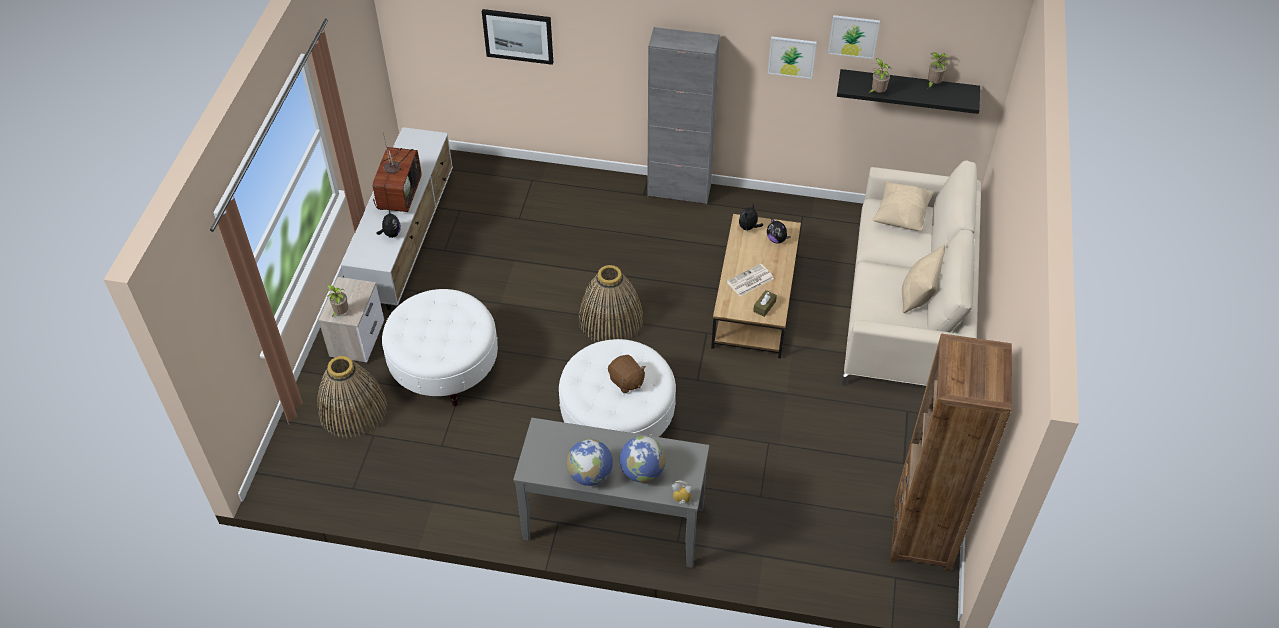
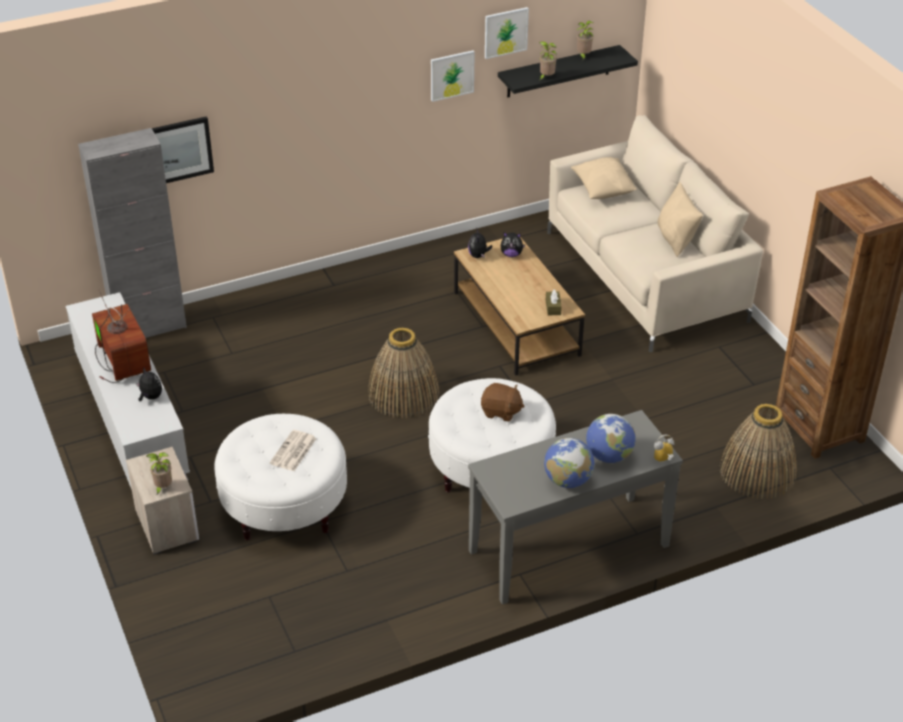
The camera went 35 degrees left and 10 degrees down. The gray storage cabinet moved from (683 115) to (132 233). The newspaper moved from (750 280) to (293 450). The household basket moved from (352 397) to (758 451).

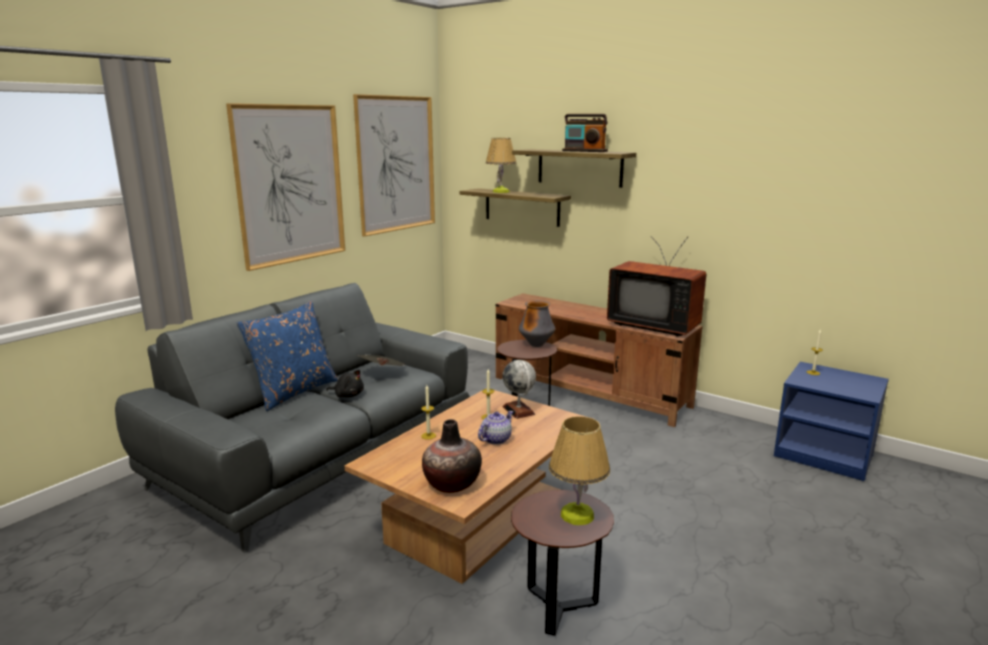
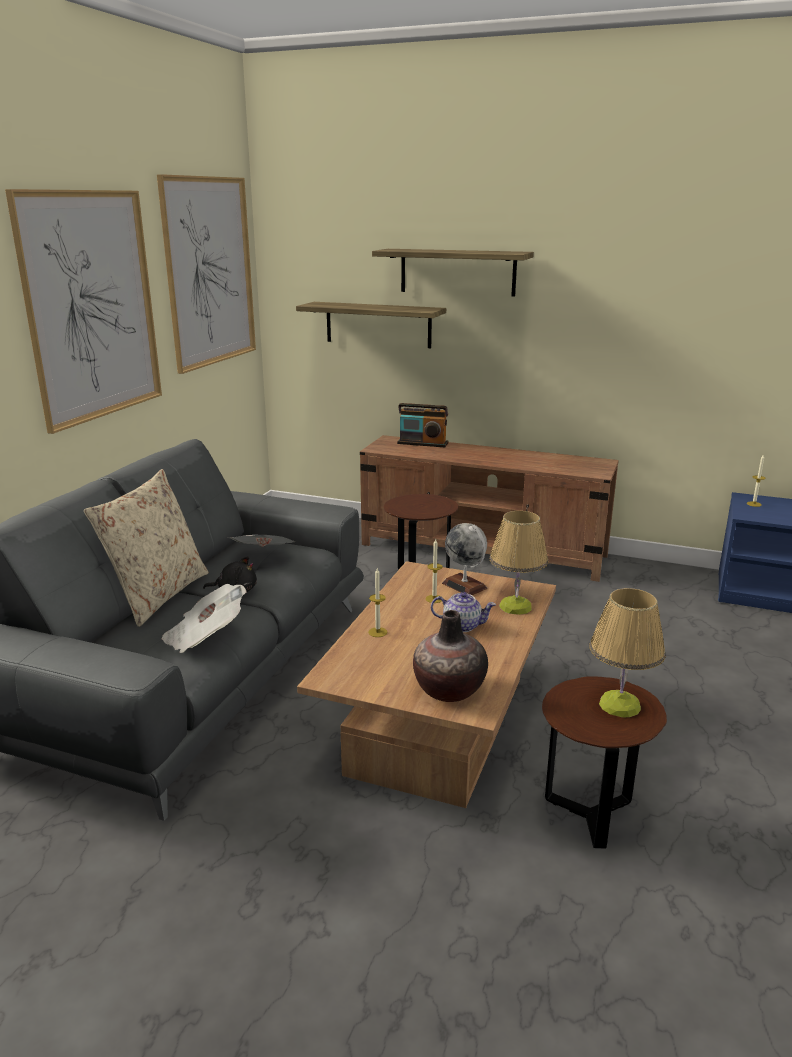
The camera went 15 degrees left and 5 degrees up. The blue throw pillow at (287 356) became the beige-coloured throw pillow at (146 548). The newspaper at (204 618) appeared. The radio receiver moved from (585 133) to (423 425). The tea pot at (495 428) turned 75 degrees clockwise. The lamp for a table moved from (501 165) to (518 562). The vase at (537 323) disappeared. The television at (656 286) disappeared.

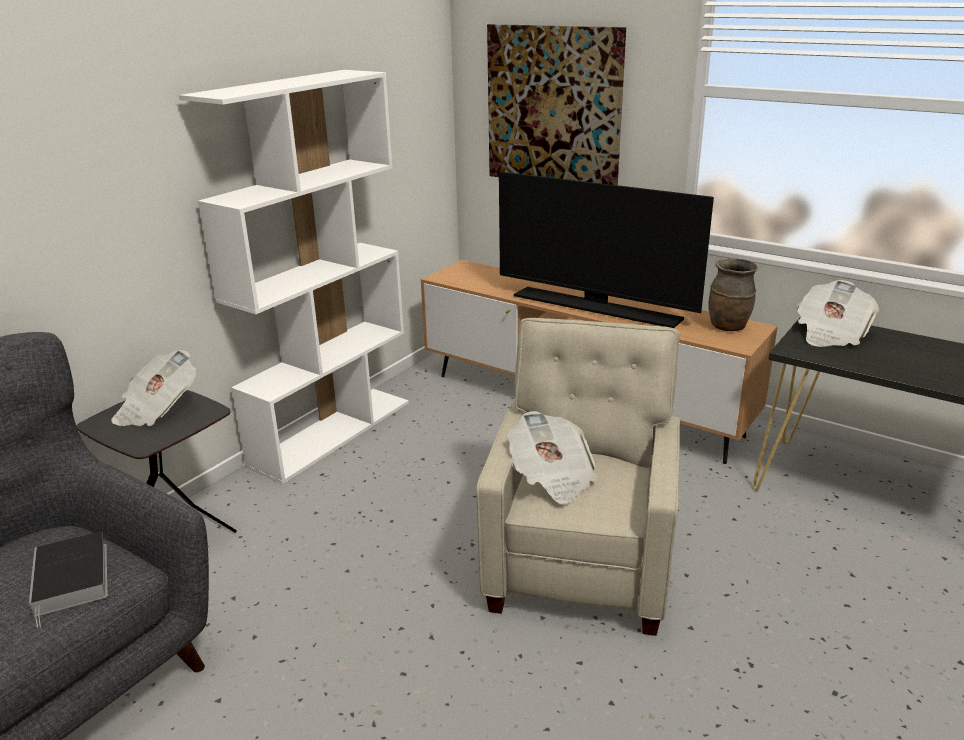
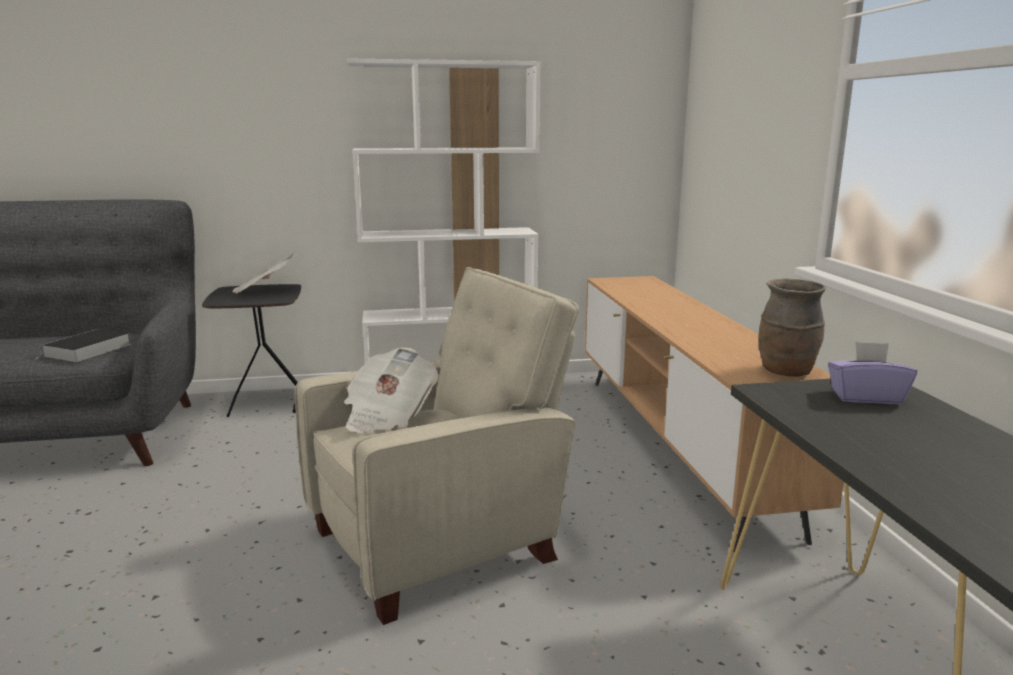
The camera went 45 degrees right and 10 degrees down. The newspaper at (838 313) was replaced by the purple box of tissues at (872 373). The wall art at (556 104) disappeared. The television at (606 250) disappeared.

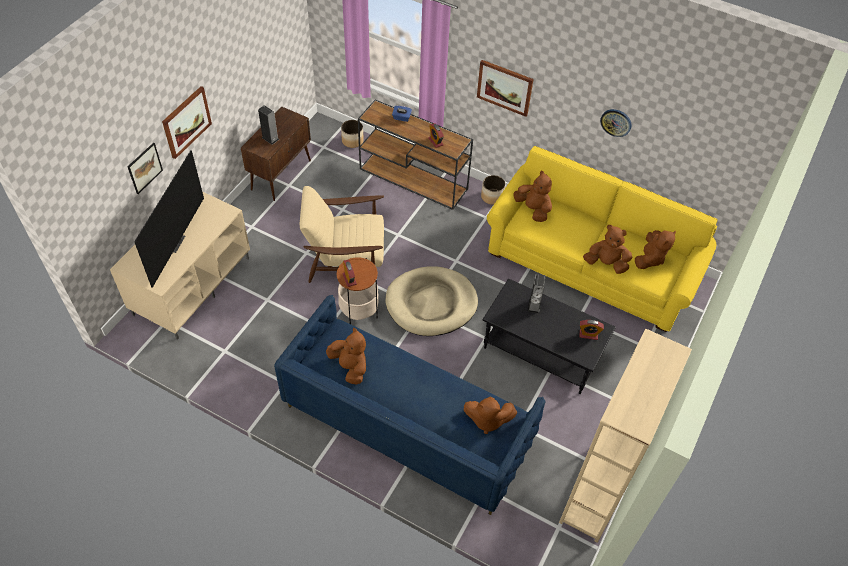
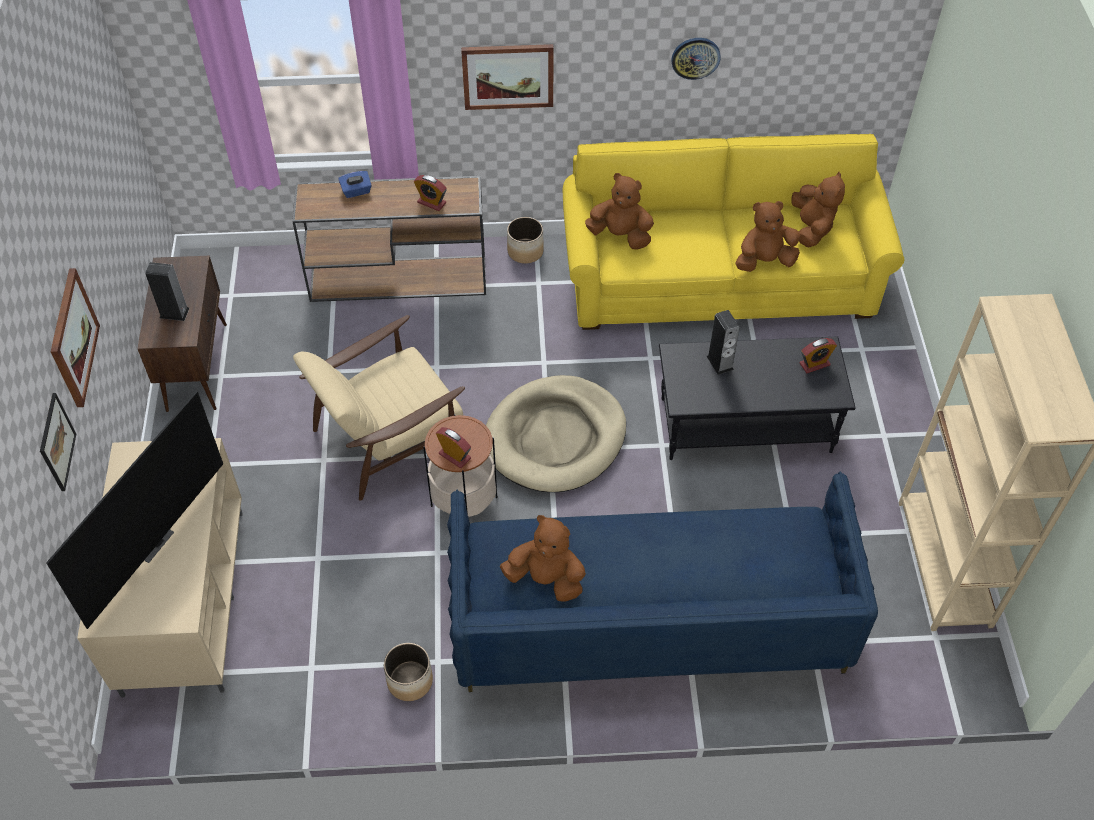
The camera went 30 degrees left and 0 degrees up. The television at (169 219) turned 45 degrees clockwise. The flower pot moved from (352 134) to (408 672). The brown-coloured plush toy at (490 415) disappeared.

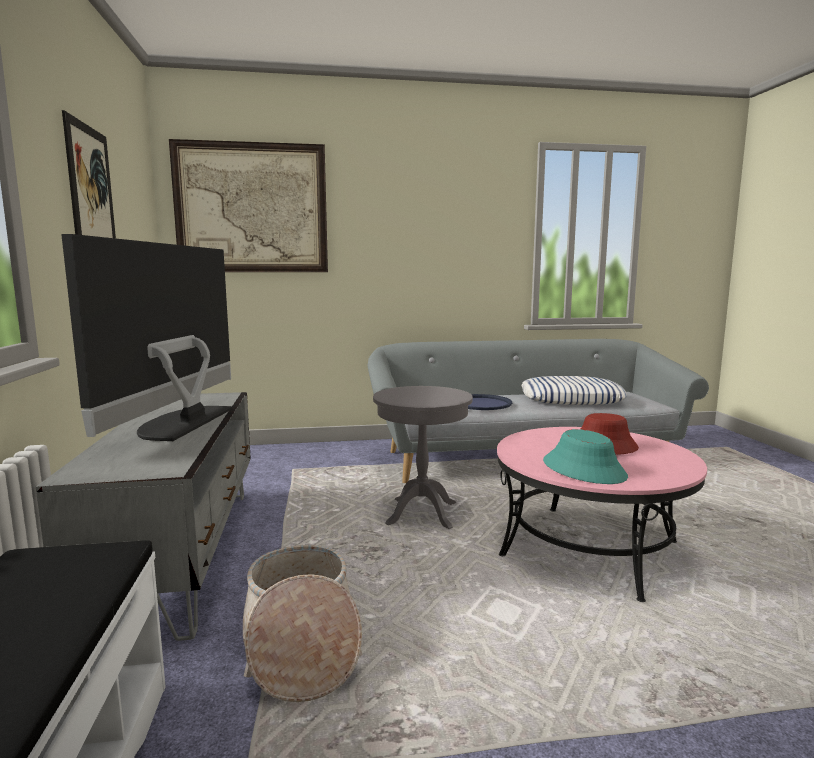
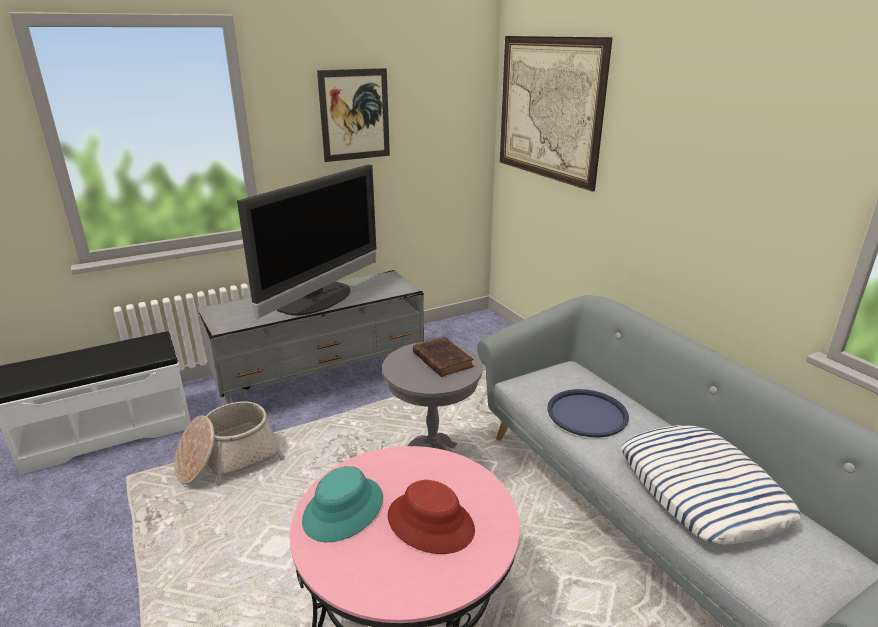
The camera went 70 degrees right and 15 degrees up. The television at (146 337) turned 135 degrees clockwise. The brown-coloured volume at (443 357) appeared.

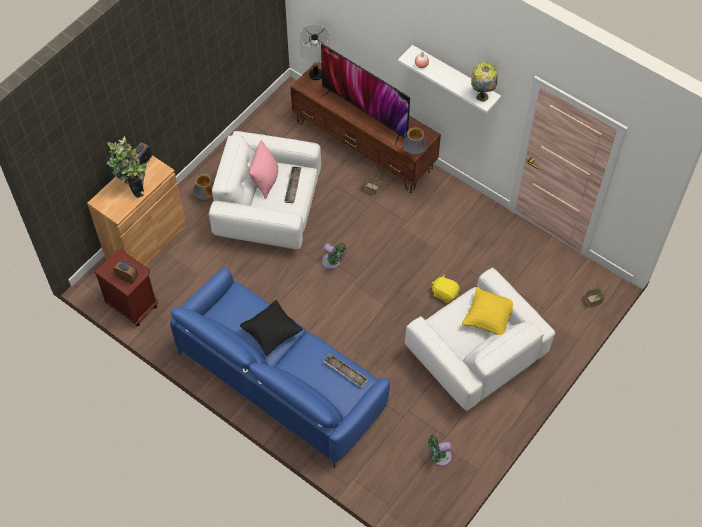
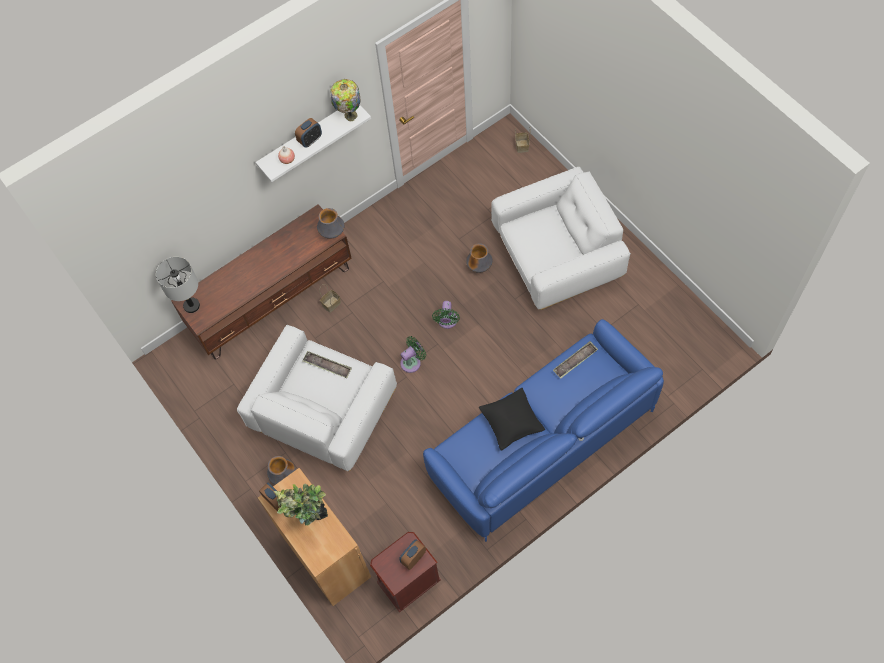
The camera went 70 degrees left and 5 degrees up. The bedside clock at (308 133) appeared. The green electric fan moved from (440 450) to (446 315). The yellowish plush toy at (446 288) was replaced by the vase at (479 258). The pink-coloured throw pillow at (263 169) disappeared. The television at (365 94) disappeared. The yellowish throw pillow at (487 311) disappeared.

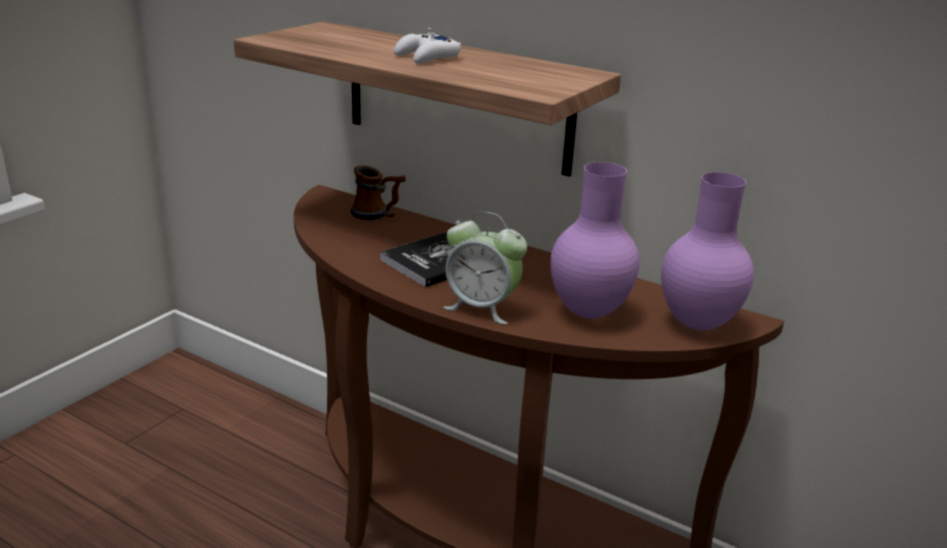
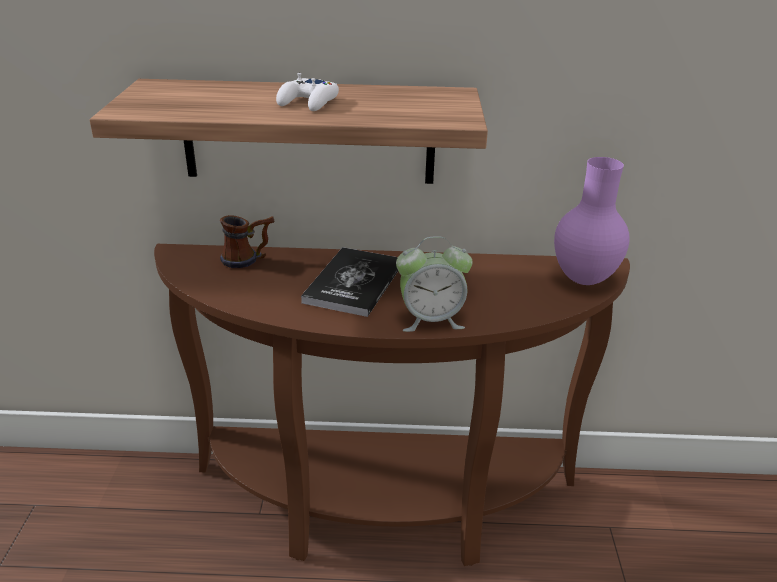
The camera went 30 degrees left and 5 degrees up. The purple vase at (595 240) disappeared.

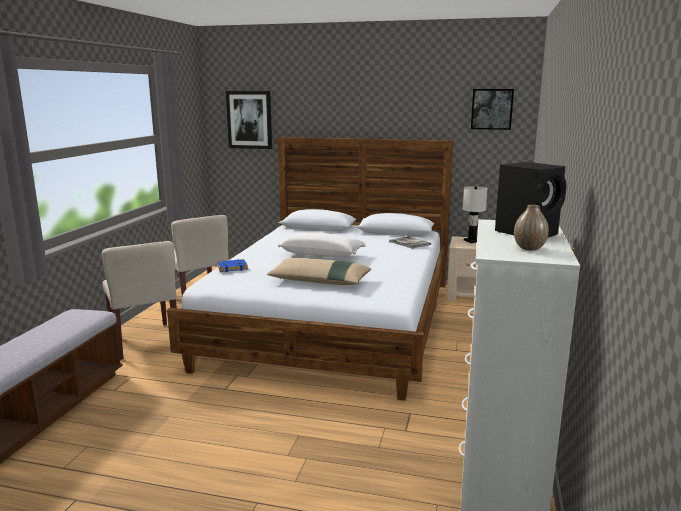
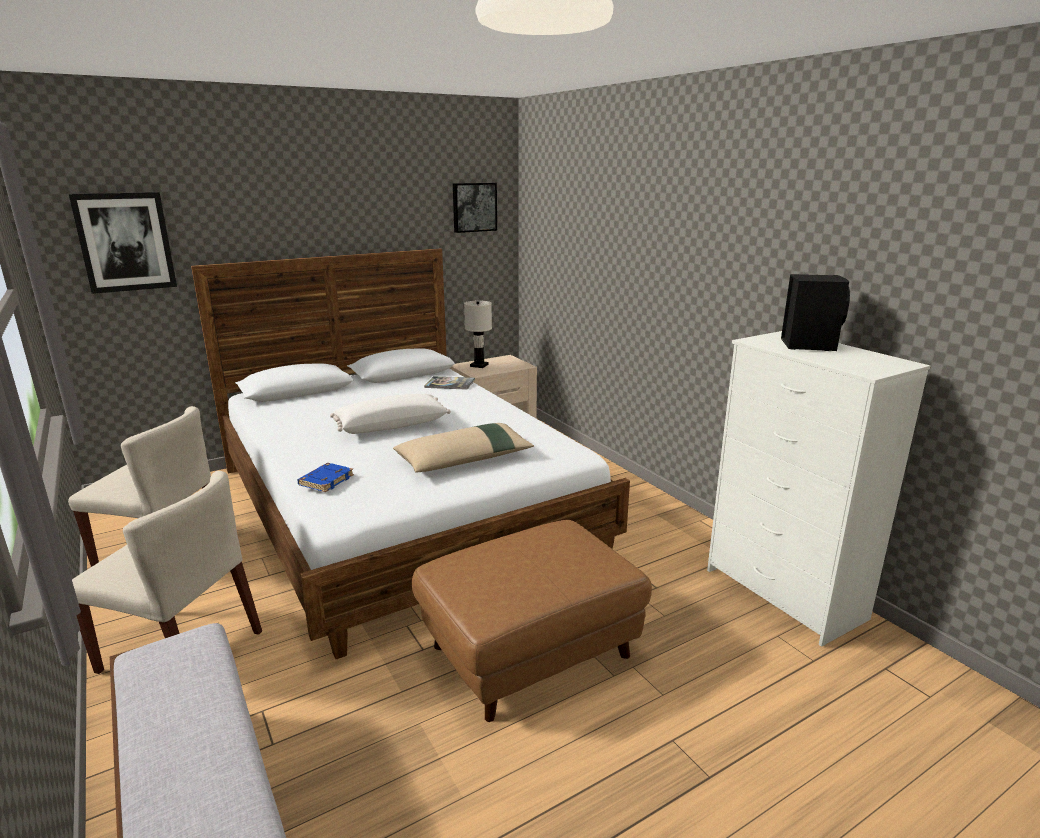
The camera went 45 degrees left and 5 degrees up. The brown-coloured footrest at (532 621) appeared. The vase at (531 228) disappeared.

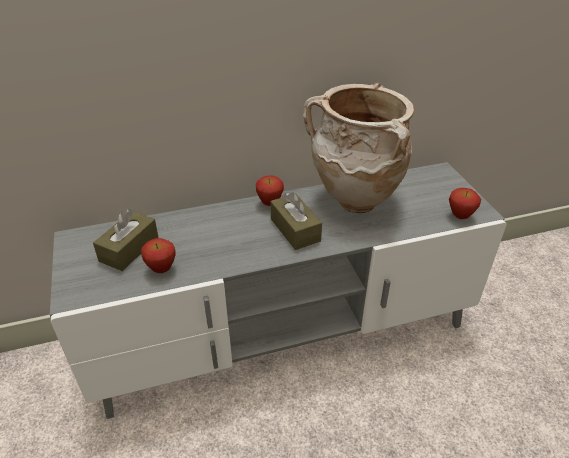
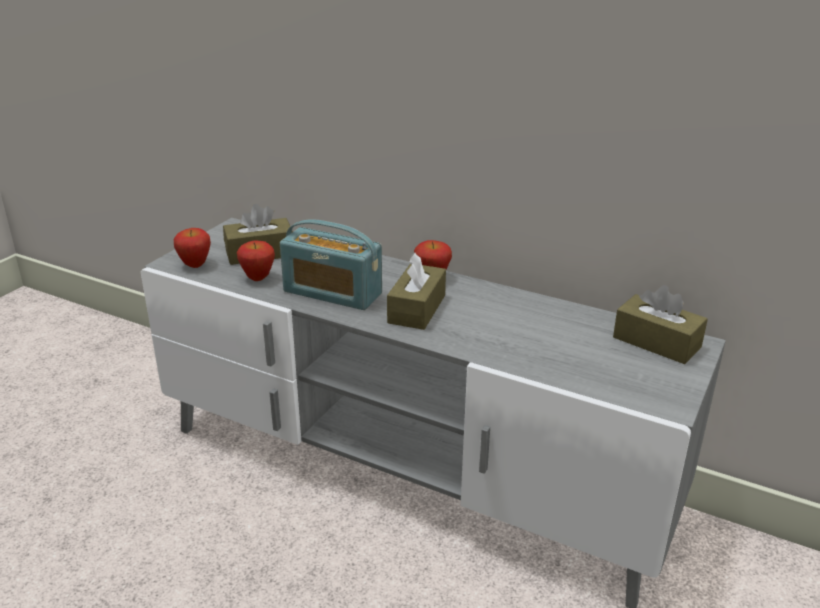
The camera went 45 degrees right and 10 degrees down. The whole apple moved from (465 203) to (192 248). The radio receiver at (331 264) appeared. The brown-coloured box of tissues at (660 324) appeared. The beige-coloured vase at (358 148) disappeared.

